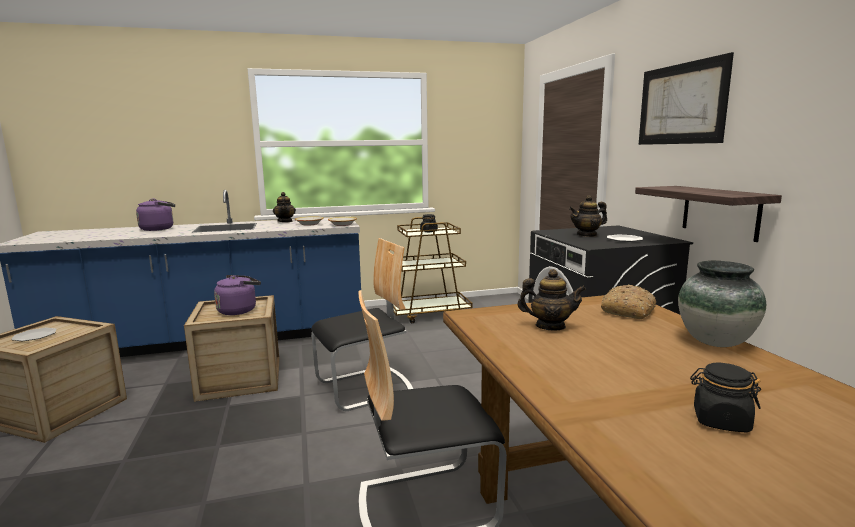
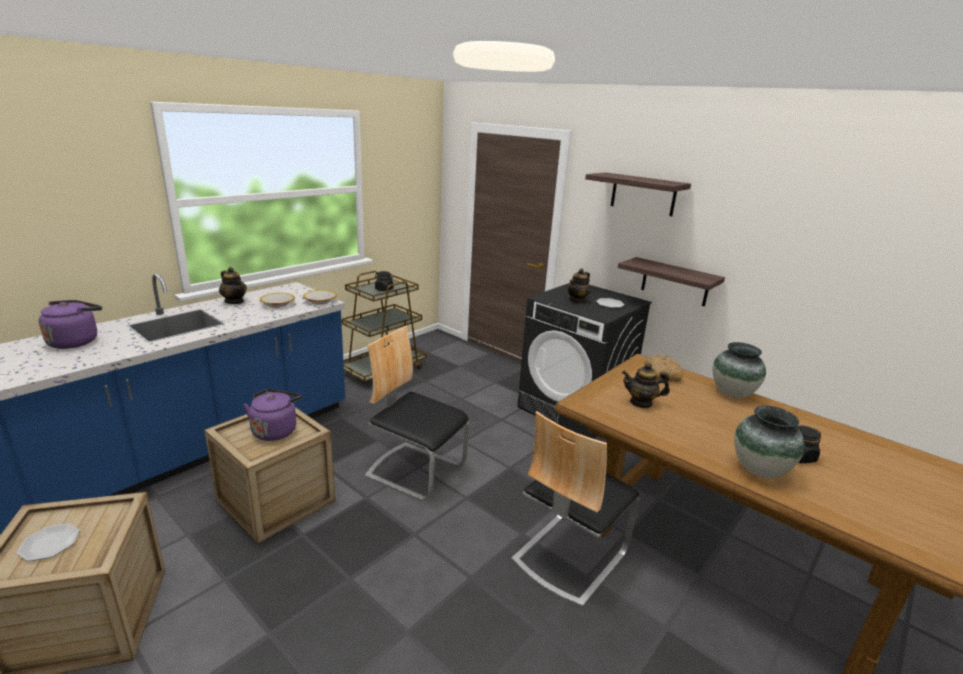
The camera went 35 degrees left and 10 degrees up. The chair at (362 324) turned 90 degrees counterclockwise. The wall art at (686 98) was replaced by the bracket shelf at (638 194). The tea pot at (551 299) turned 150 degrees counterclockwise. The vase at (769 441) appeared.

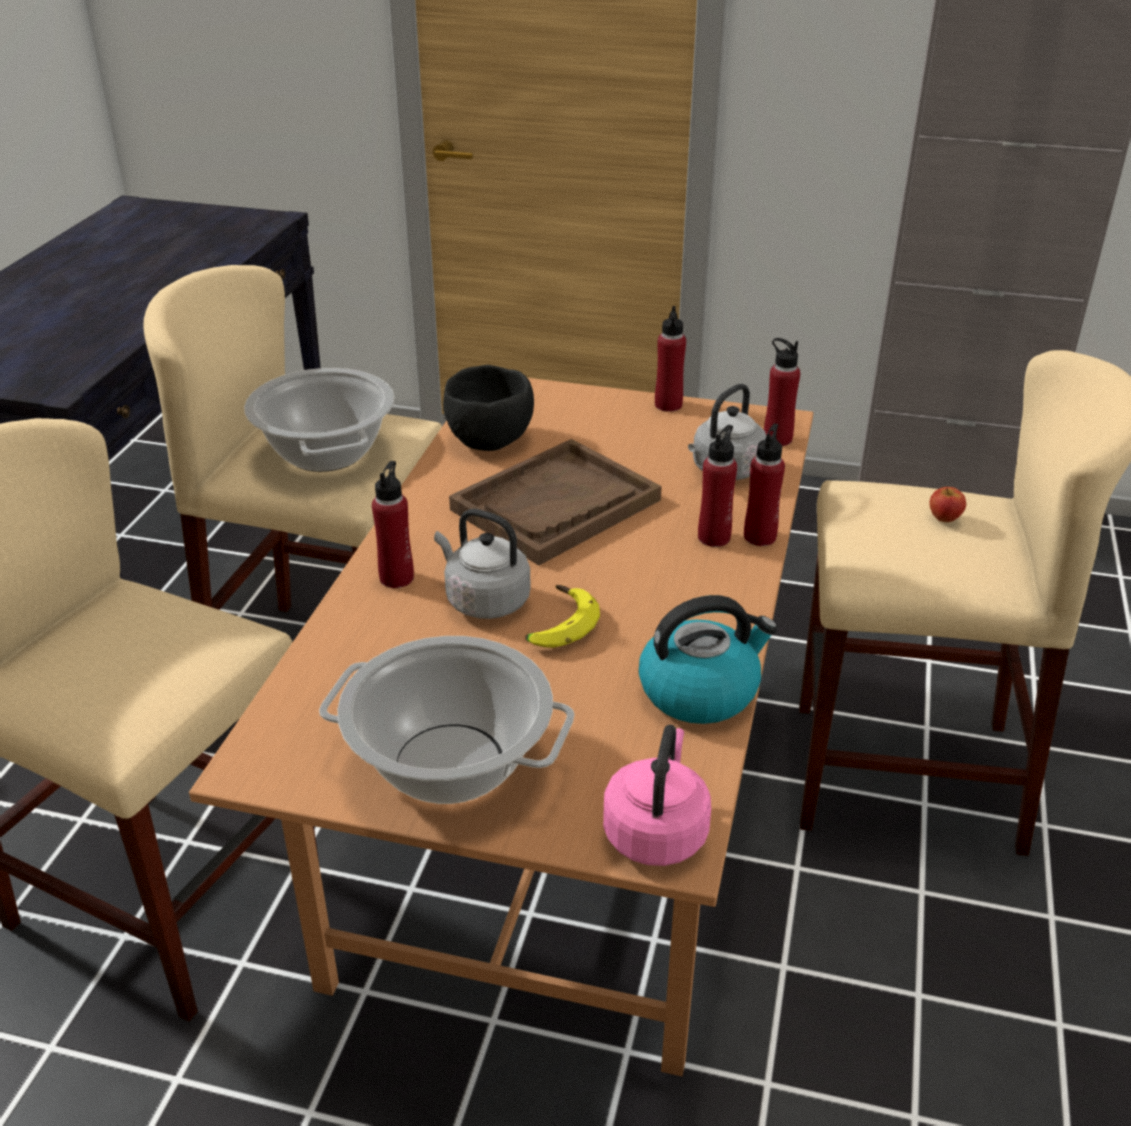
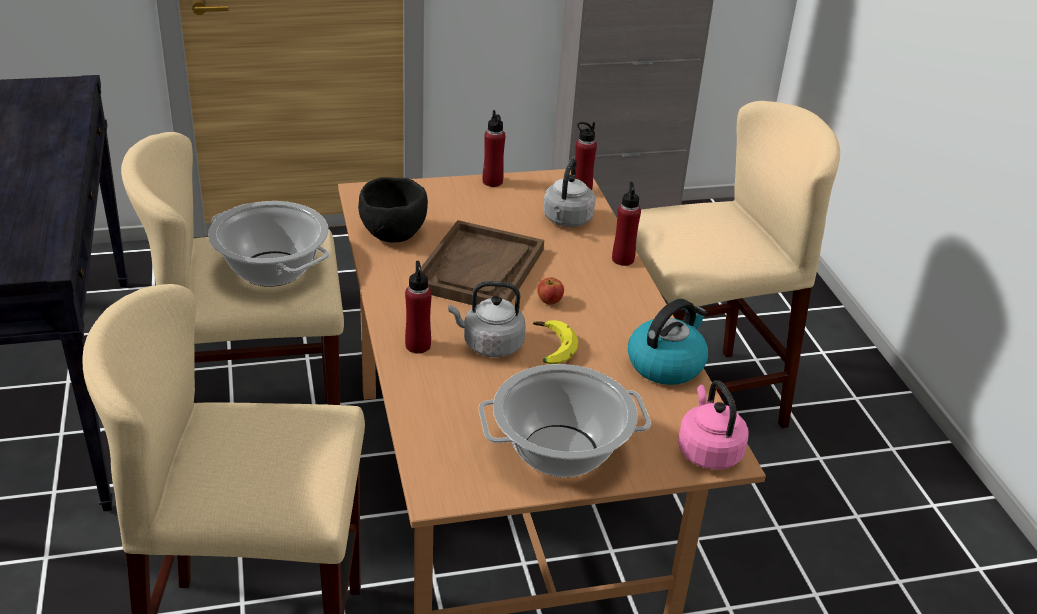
The camera went 30 degrees left and 0 degrees up. The whole apple moved from (948 504) to (550 291). The reddish bottle at (717 486) disappeared.

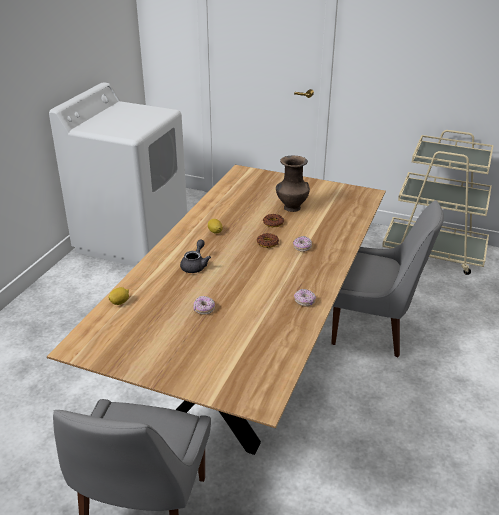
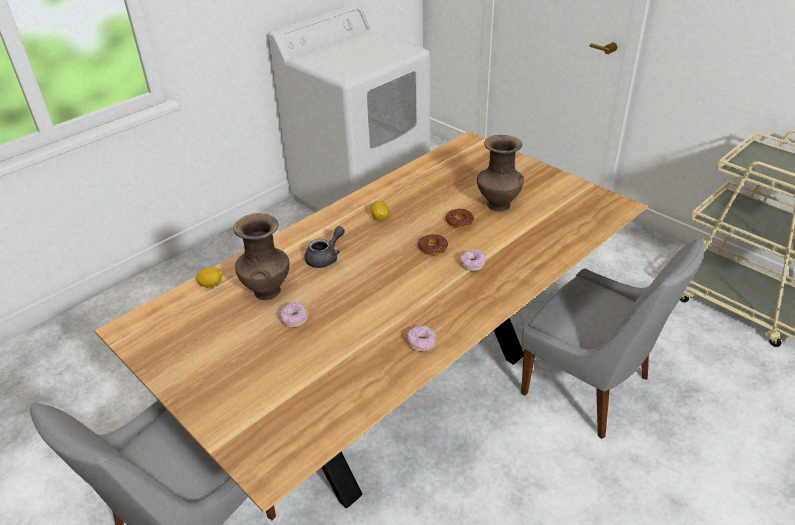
The camera went 25 degrees right and 5 degrees up. The brown-coloured vase at (261 256) appeared.

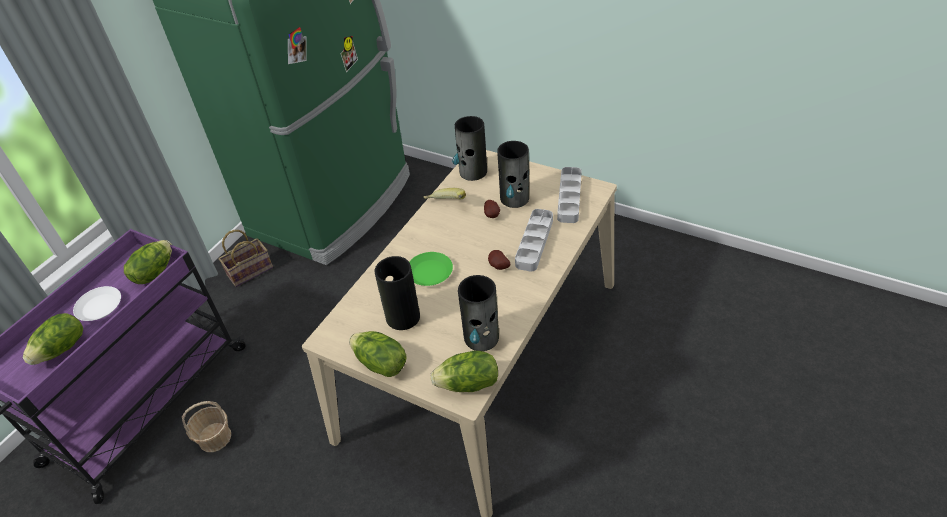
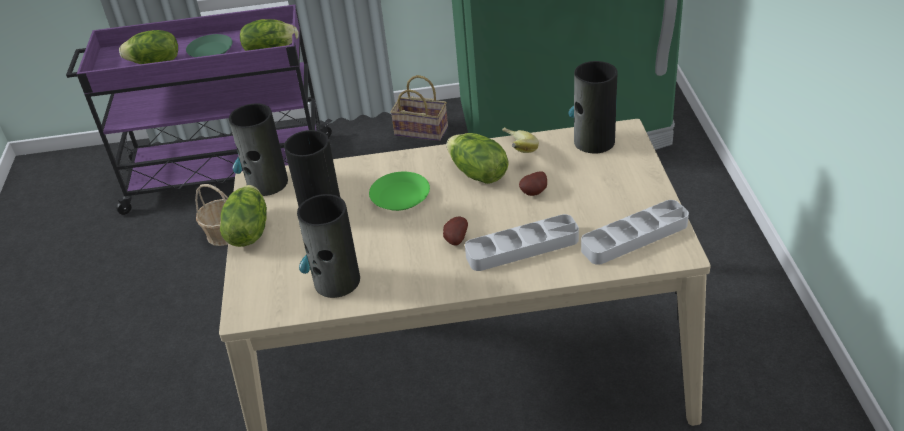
The camera went 55 degrees right and 5 degrees down. The white-coloured dinner plate at (97 303) became the green dinner plate at (209 45). The vase moved from (513 174) to (258 149). The lettuce head moved from (464 371) to (477 158).

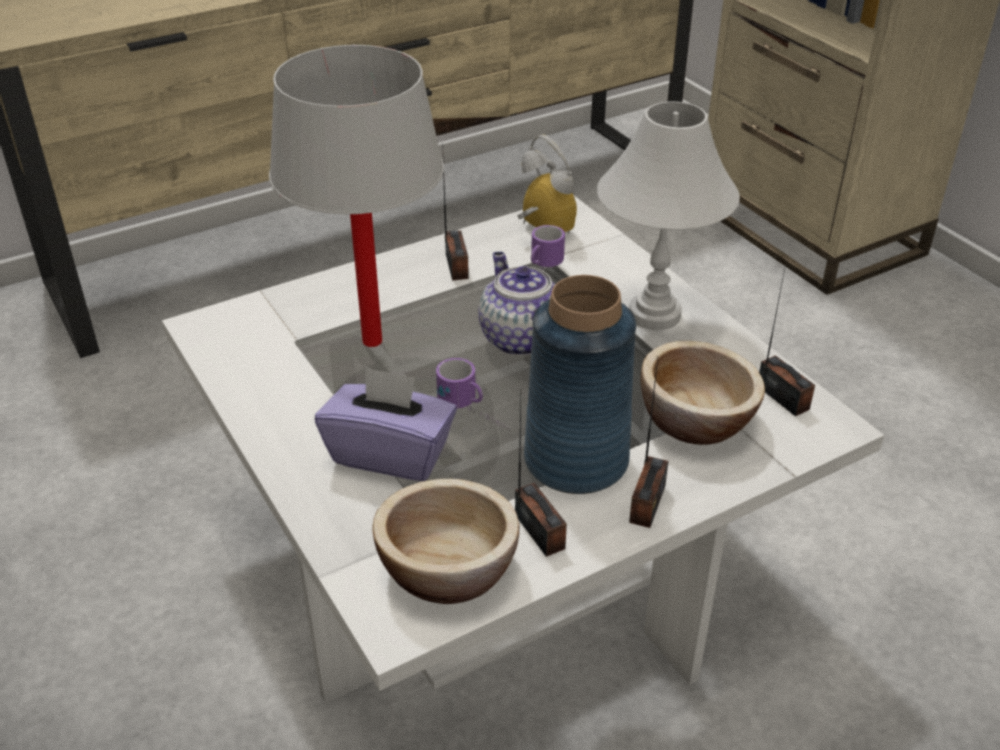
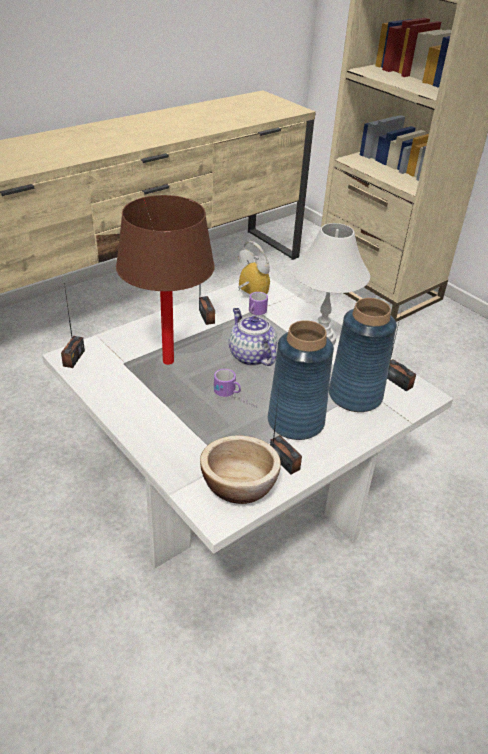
The camera went 10 degrees left and 0 degrees up. The radio receiver moved from (648 443) to (73 325). The white-coloured lamp for a table at (356 196) became the brown-coloured lamp for a table at (165 280). The deep dish at (703 393) was replaced by the blue vase at (363 355). The purple box of tissues at (386 423) disappeared.

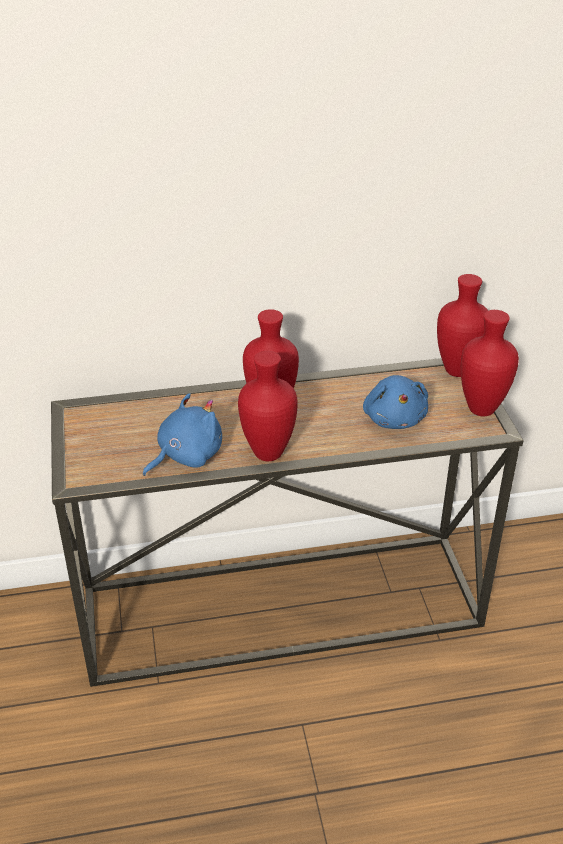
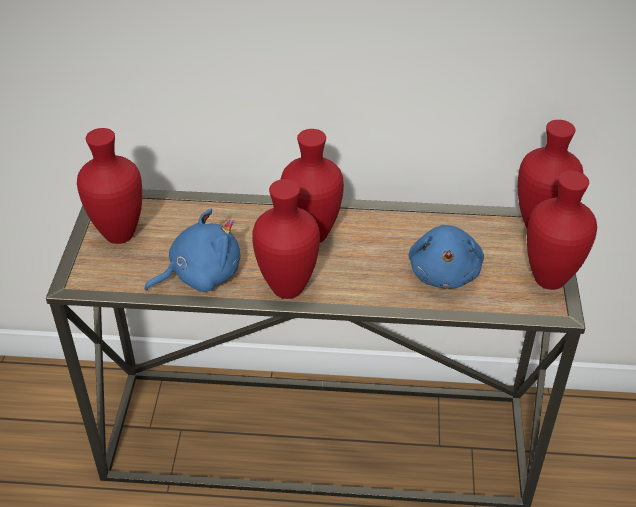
The camera went 15 degrees right and 5 degrees up. The reddish vase at (109 186) appeared.

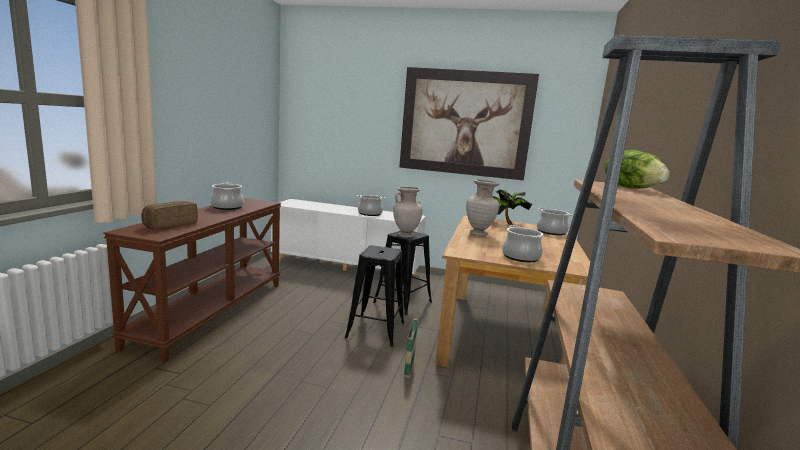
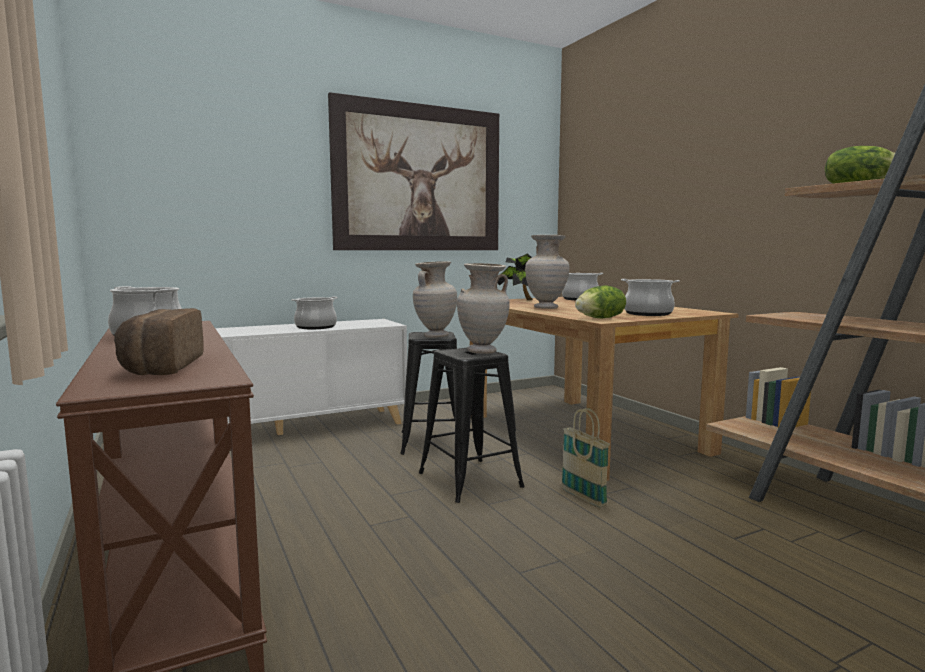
The camera went 40 degrees left and 5 degrees down. The beige-coloured vase at (483 308) appeared. The lettuce head at (600 302) appeared.

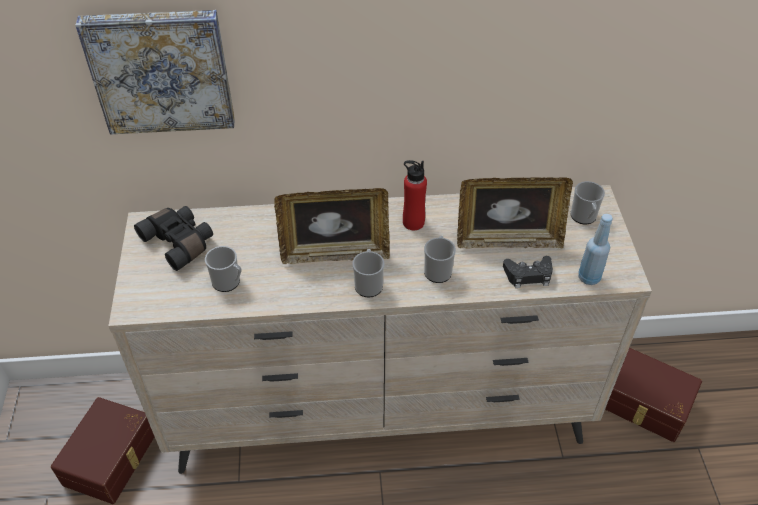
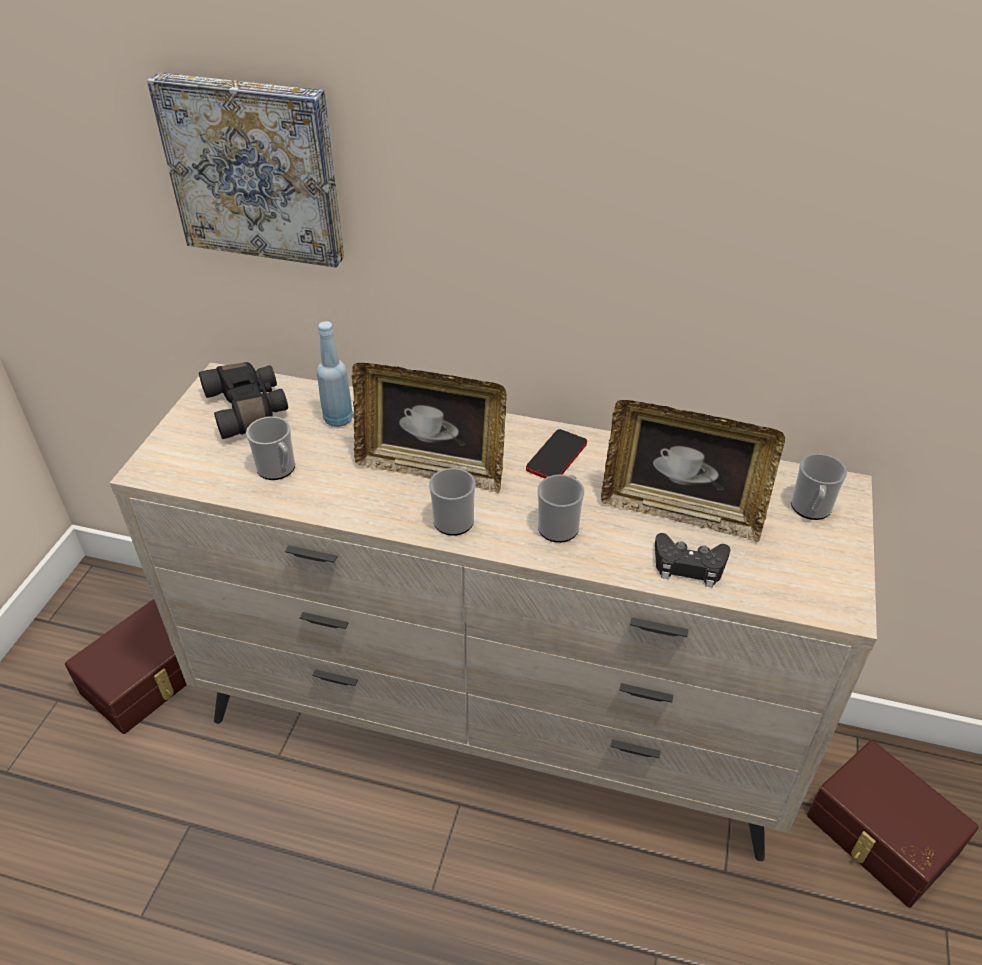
The camera went 20 degrees right and 5 degrees down. The blue bottle moved from (595 249) to (335 374). The reddish bottle at (415 195) was replaced by the telephone at (556 453).

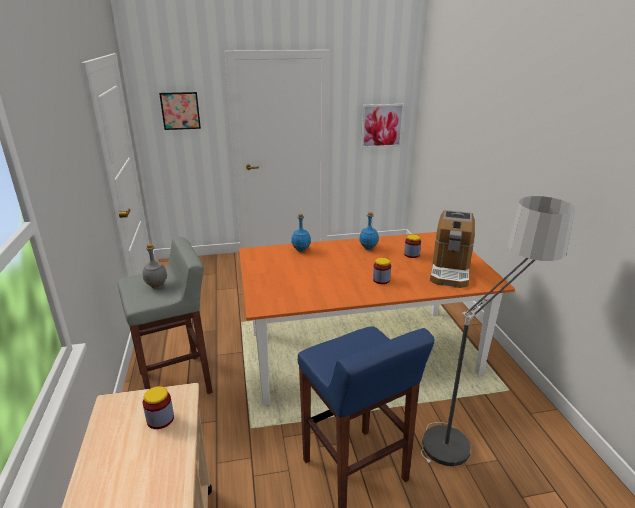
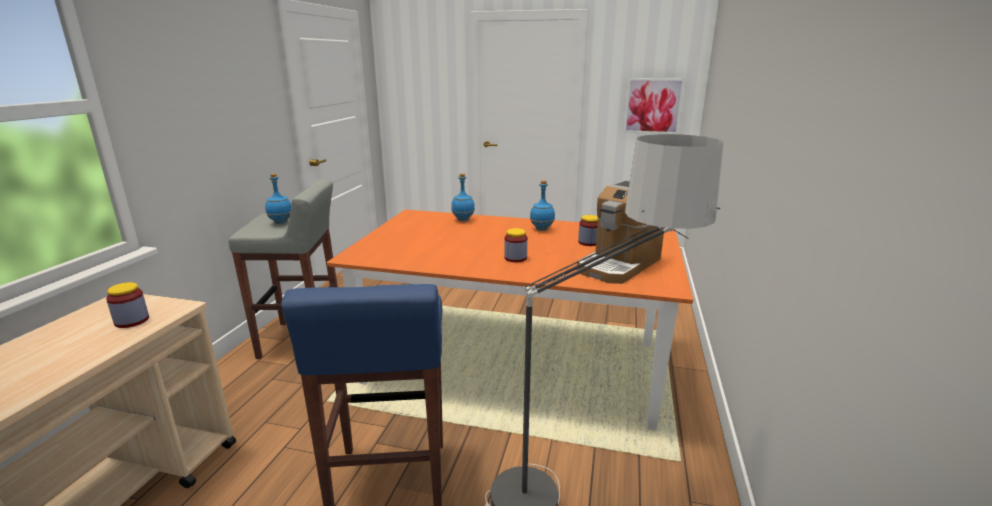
The camera went 25 degrees right and 5 degrees down. The gray bottle at (155 266) became the blue bottle at (278 198). The wall art at (180 111) disappeared.

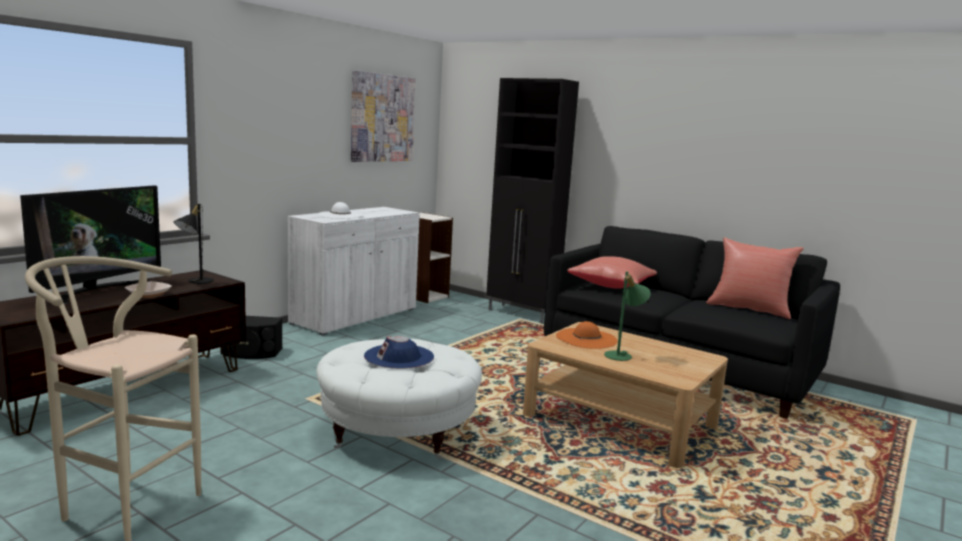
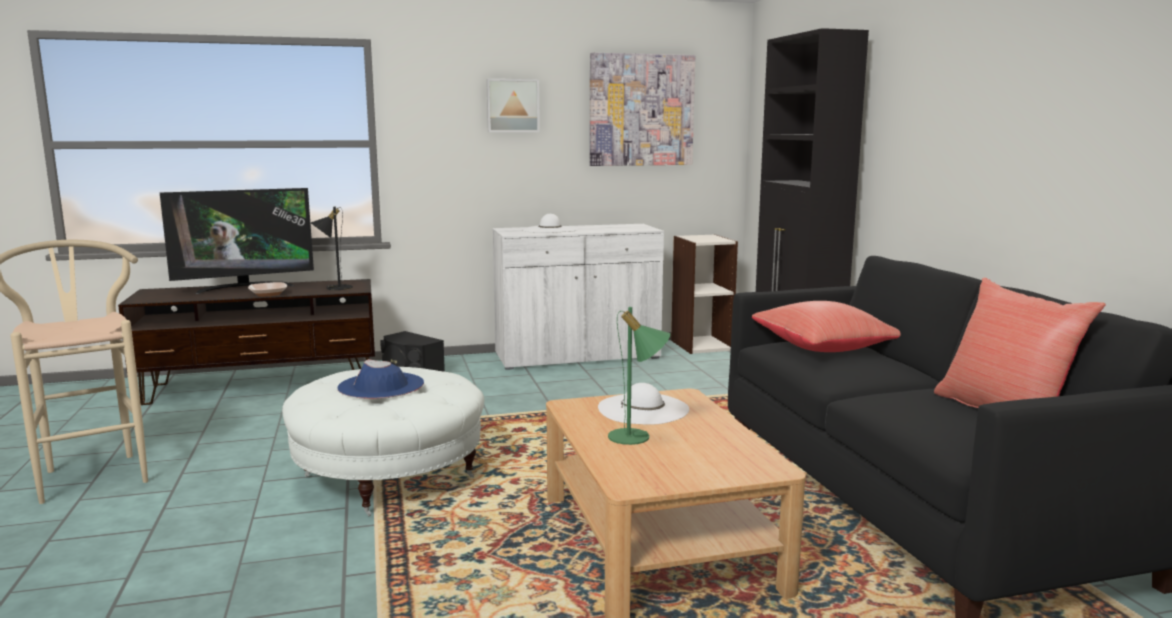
The camera went 40 degrees right and 0 degrees up. The wall art at (513 105) appeared. The orangey hat at (587 335) became the white-coloured hat at (643 404).

